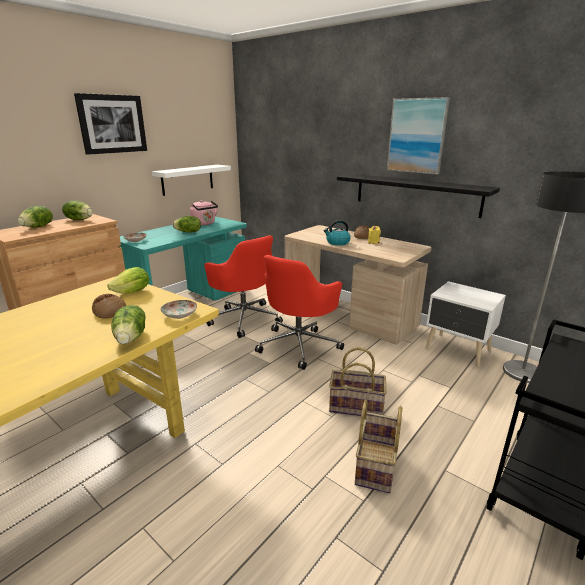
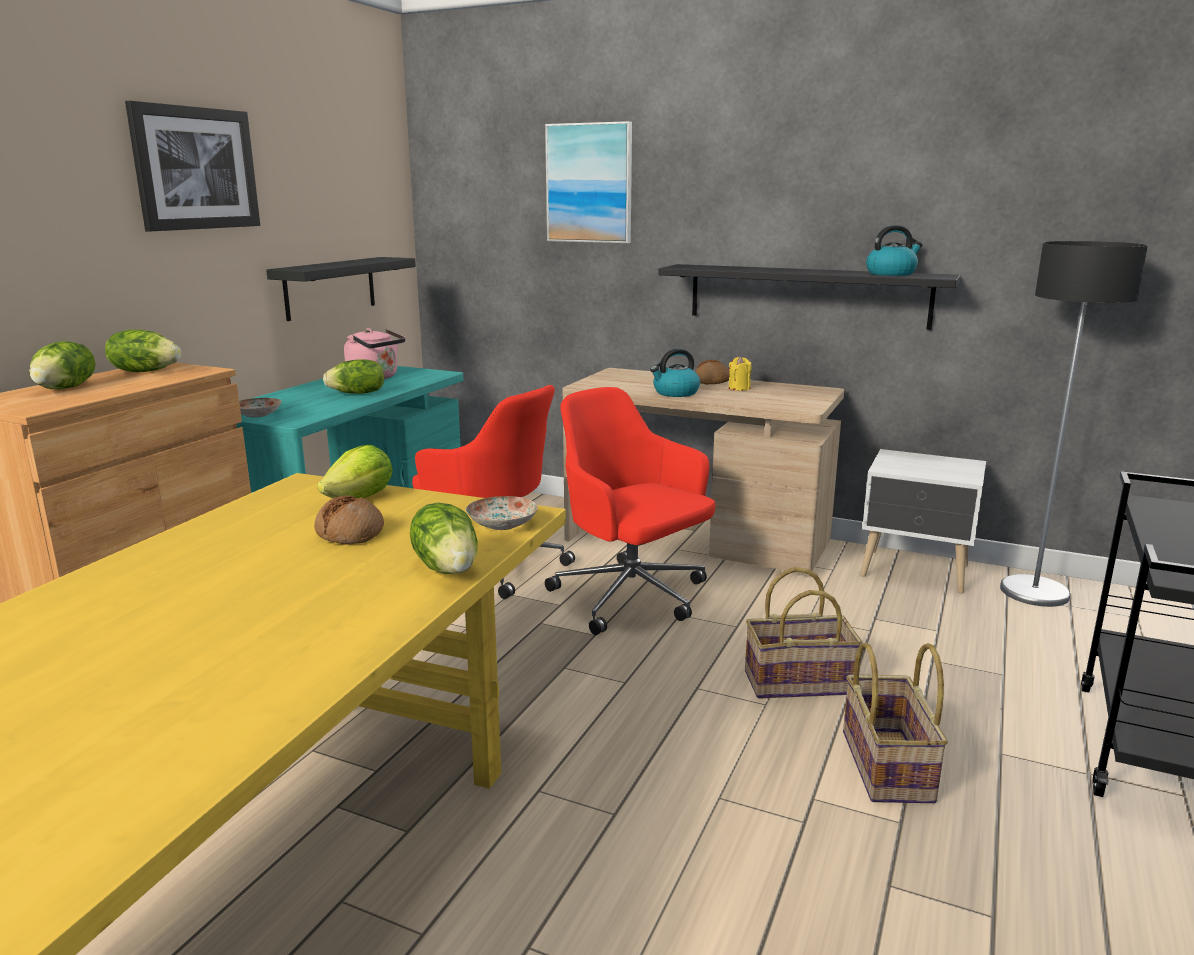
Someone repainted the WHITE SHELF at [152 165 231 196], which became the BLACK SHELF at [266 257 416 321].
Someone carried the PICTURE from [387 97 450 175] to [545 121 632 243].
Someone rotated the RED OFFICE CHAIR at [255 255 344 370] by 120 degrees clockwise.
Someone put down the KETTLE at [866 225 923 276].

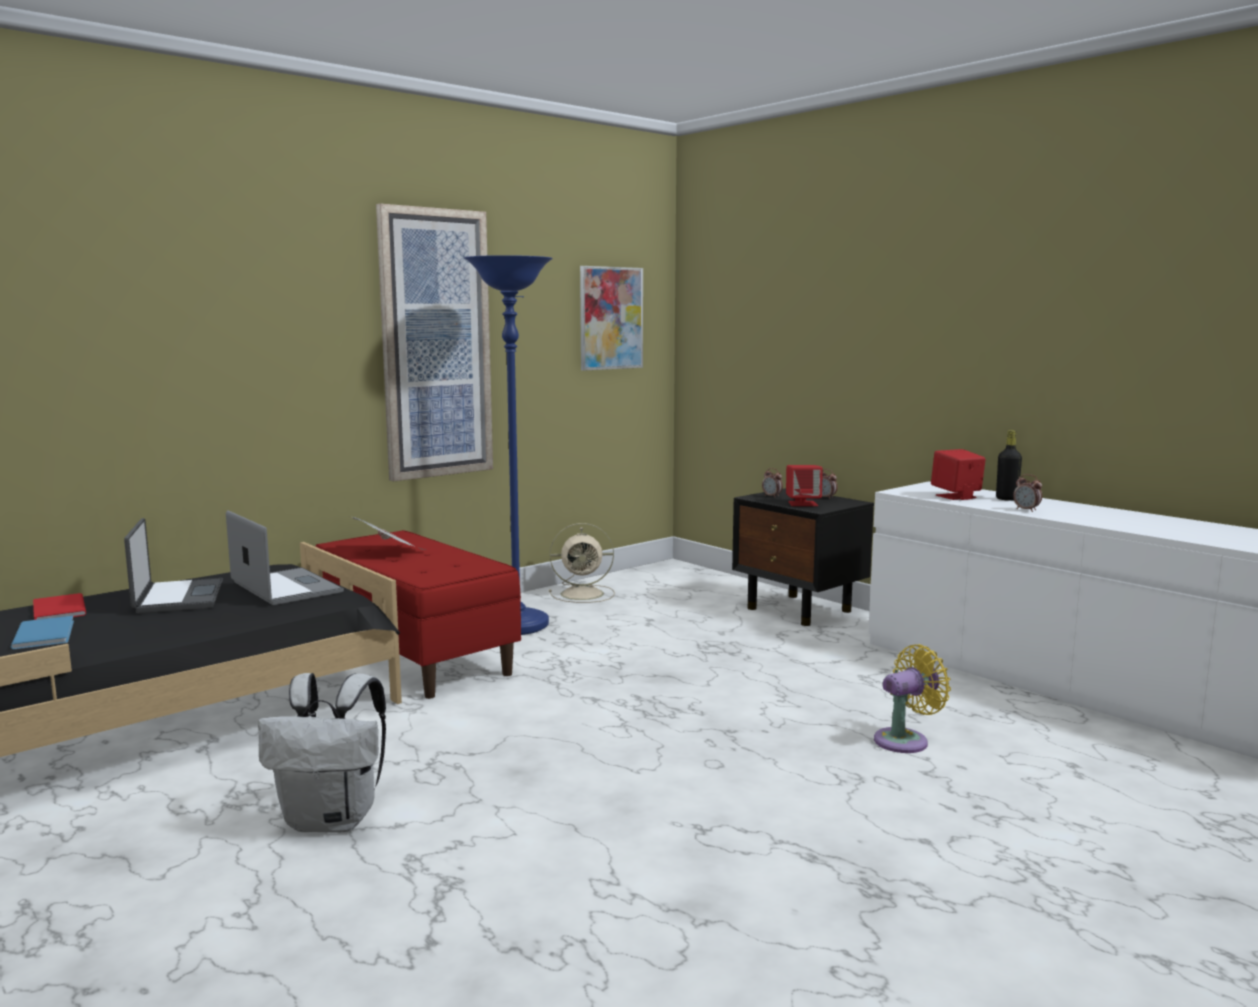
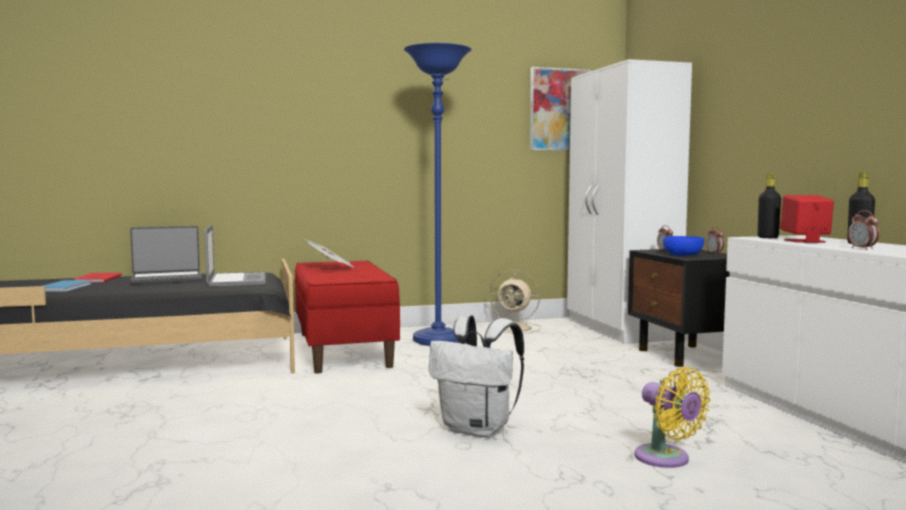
Someone rotated the LAPTOP at [124 518 223 614] by 60 degrees clockwise.
Someone carried the WHITE BACKPACK from [258 673 386 832] to [429 315 524 437].
Someone put down the WHITE WARDROBE at [567 59 692 344].
Someone rotated the YELLOW FAN at [874 644 951 753] by 60 degrees clockwise.
Someone swapped the RED SPEAKER at [786 465 823 506] for the BLUE BOWL at [663 236 704 256].
Someone put down the BLACK BOTTLE at [758 173 781 238].
Someone took away the PICTURE at [376 204 493 481].

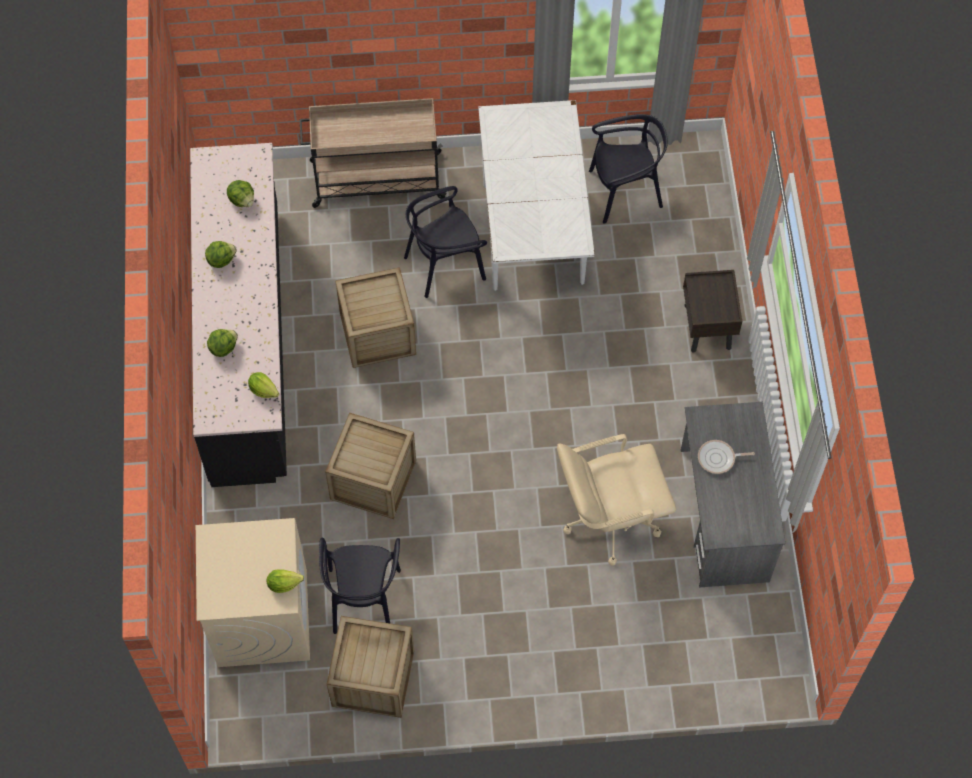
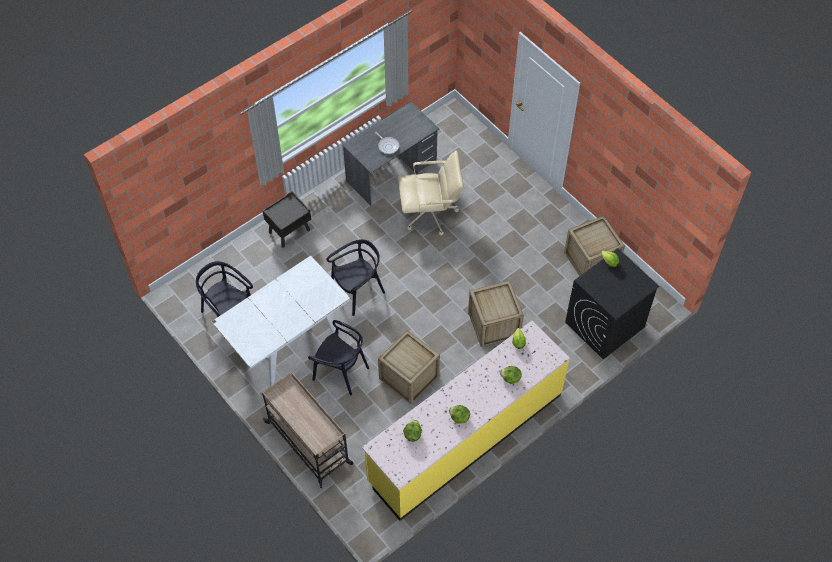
Someone carried the BLACK CHAIR from [319 538 401 634] to [327 239 385 316].
Someone repainted the BLACK COUNTER at [190 143 287 487], which became the YELLOW COUNTER at [362 321 570 521].
Someone rotated the BEIGE OFFICE CHAIR at [557 434 676 566] by 45 degrees counterclockwise.
Someone repainted the BEIGE WASHING MACHINE at [196 518 310 667], which became the BLACK WASHING MACHINE at [565 248 660 359].

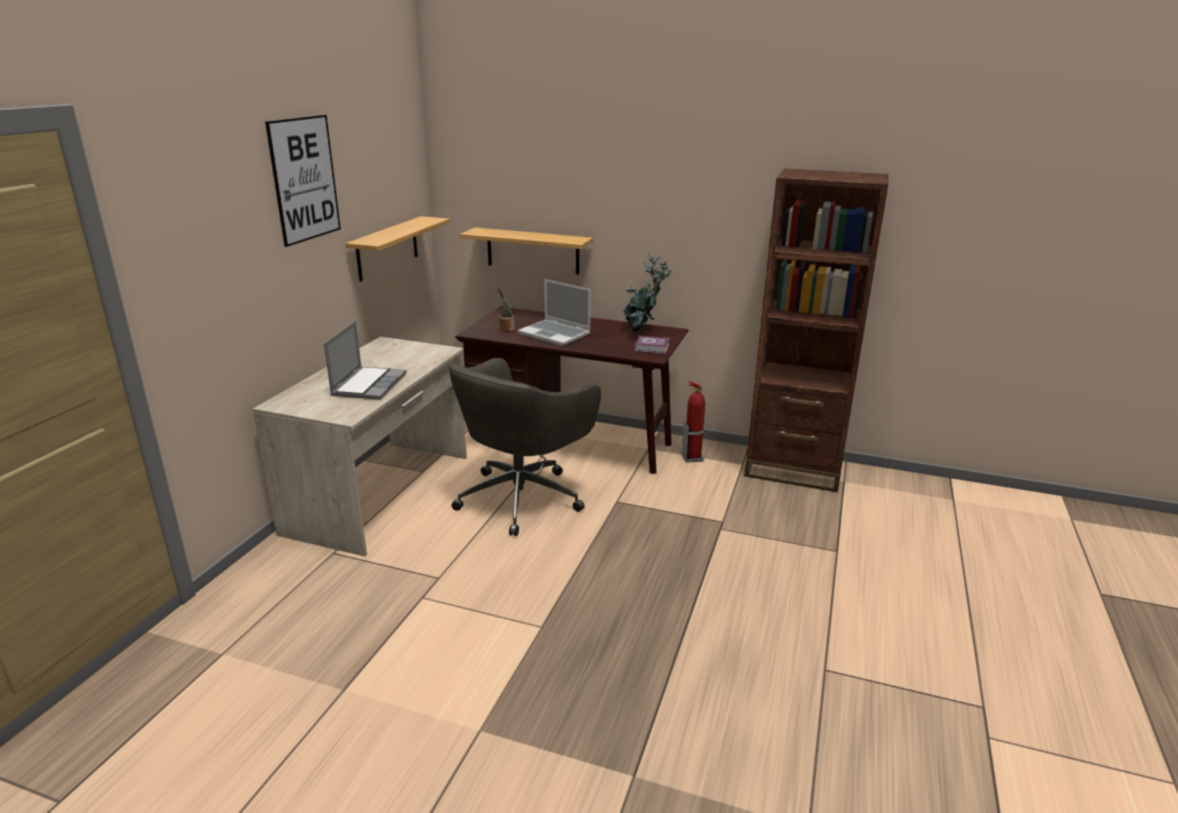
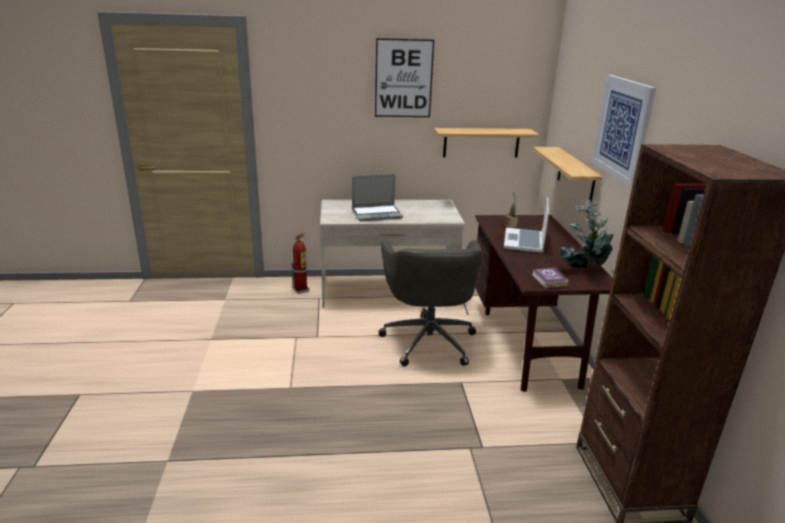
Someone carried the FIRE EXTINGUISHER from [682 381 705 463] to [292 233 309 294].
Someone rotated the GREY OFFICE CHAIR at [448 358 601 536] by 105 degrees counterclockwise.
Someone put up the PICTURE at [592 75 656 187].

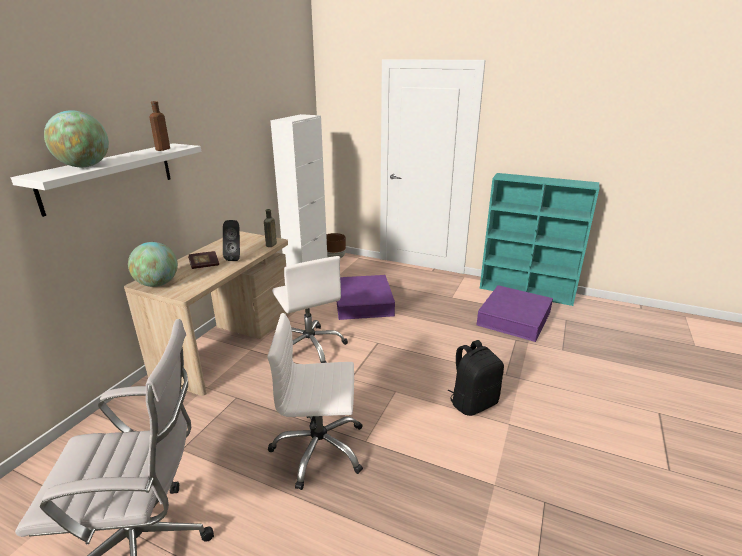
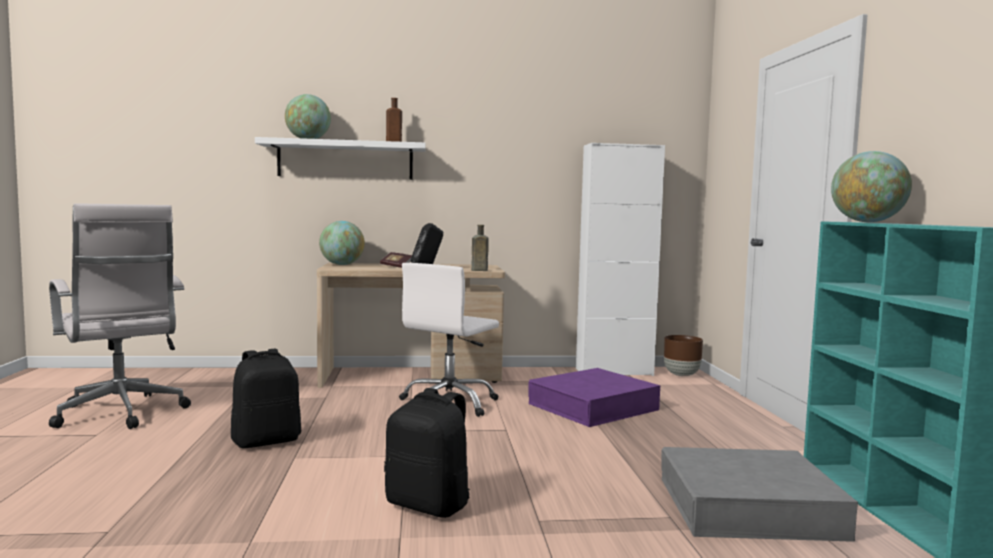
Someone swapped the WHITE OFFICE CHAIR at [267 313 363 490] for the BLACK BACKPACK at [231 349 301 448].
Someone repainted the PURPLE STORAGE BOX at [476 285 553 342], which became the GREY STORAGE BOX at [661 447 858 542].
Someone put down the GLOBE at [831 151 912 222].

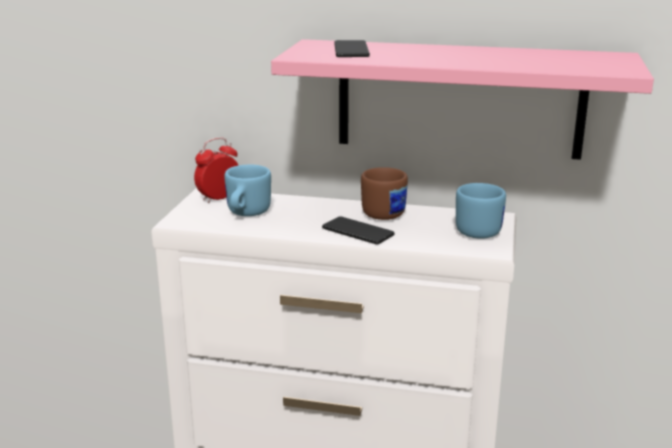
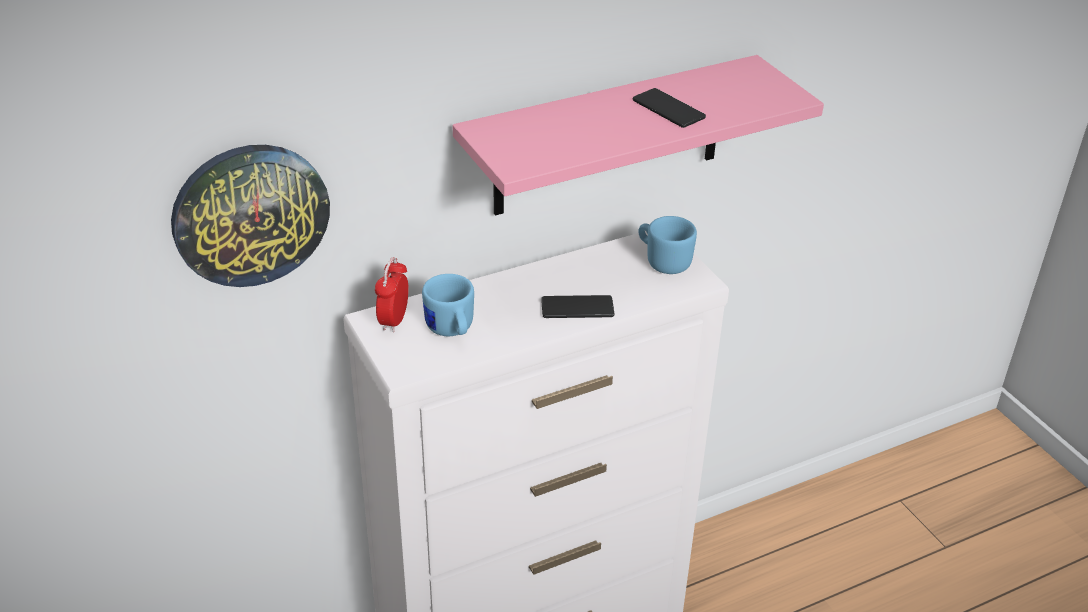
Someone put up the WALL CLOCK at [171 145 330 287].
Someone carried the PHONE from [334 40 370 57] to [633 88 706 128].
Someone took away the BROWN MUG at [361 167 408 220].

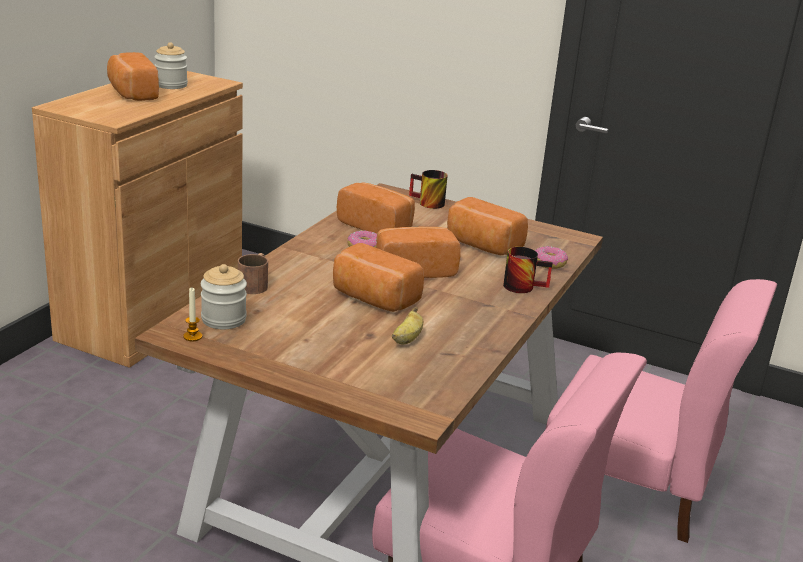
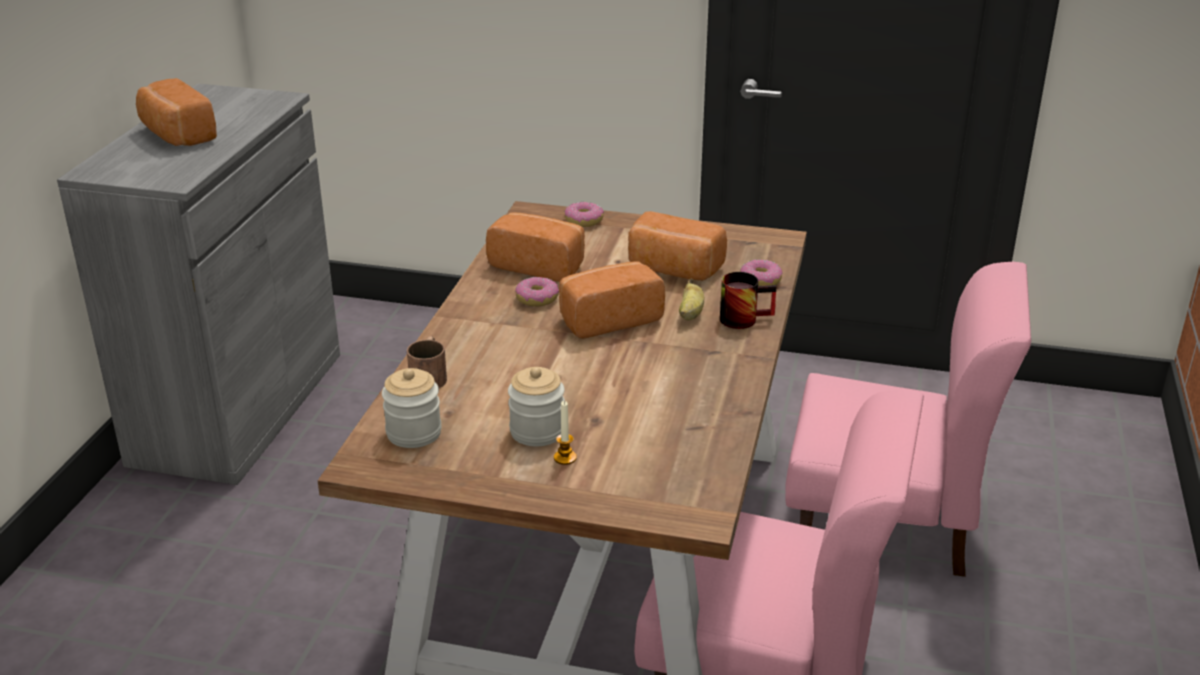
Someone repainted the BROWN CABINET at [32 71 243 368], which became the GREY CABINET at [57 83 340 485].
Someone carried the JAR from [154 42 188 89] to [508 367 565 446].
Someone carried the CANDLE from [183 288 202 341] to [554 401 577 465].
Someone swapped the MUG at [409 170 448 209] for the DONUT at [565 202 604 227].
Someone carried the BANANA from [392 307 423 345] to [679 279 704 320].
Someone took away the BREAD at [333 243 424 312].

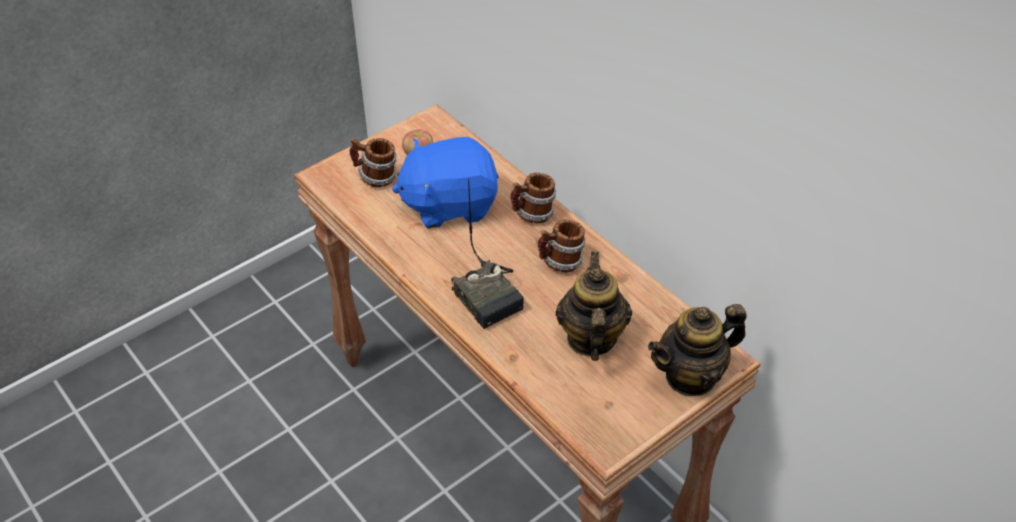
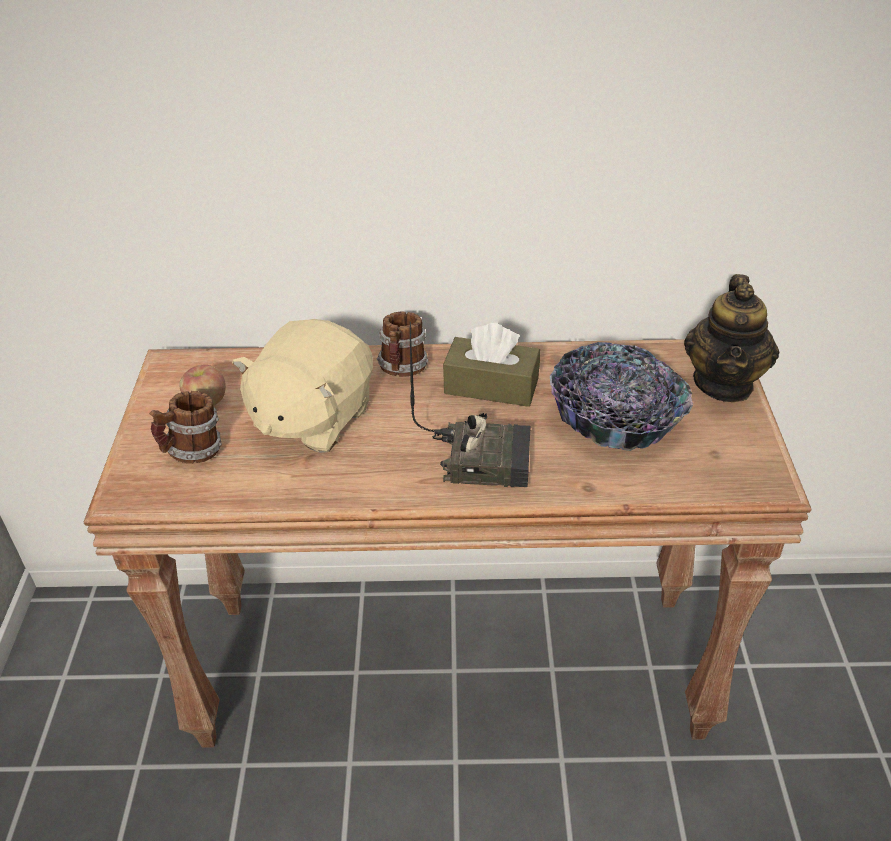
Someone repainted the BLUE PLUSH TOY at [392 137 499 228], which became the BEIGE PLUSH TOY at [232 319 373 453].
Someone swapped the MUG at [538 219 585 272] for the BROWN TISSUE BOX at [443 323 540 407].
Someone swapped the TEAPOT at [556 252 632 361] for the BOWL at [550 342 693 451].

